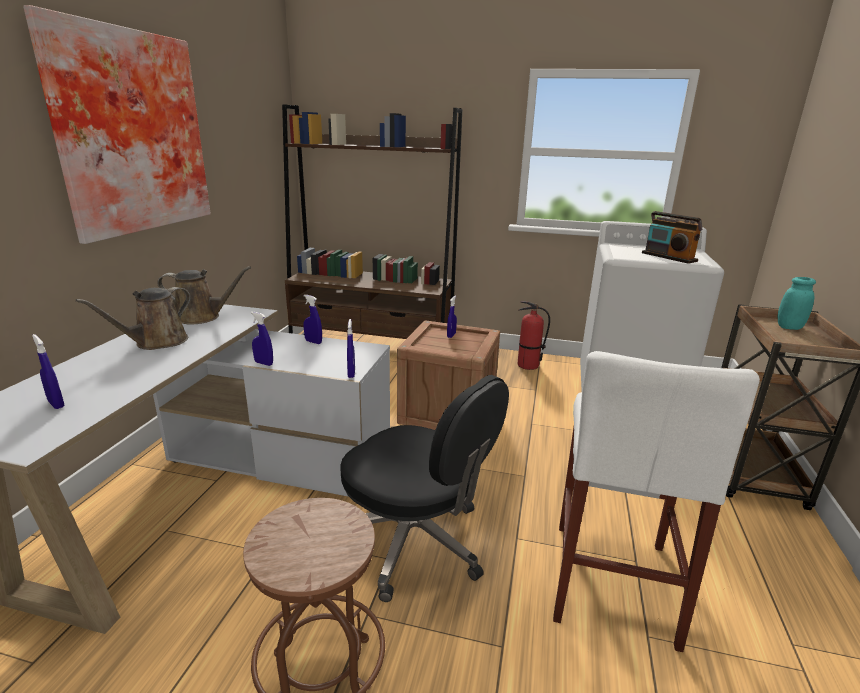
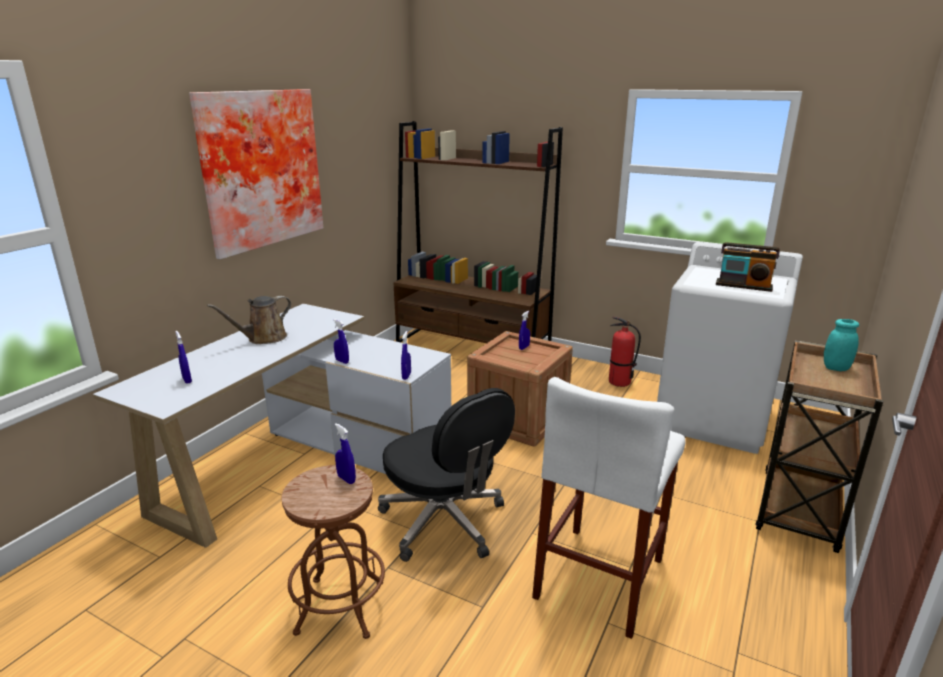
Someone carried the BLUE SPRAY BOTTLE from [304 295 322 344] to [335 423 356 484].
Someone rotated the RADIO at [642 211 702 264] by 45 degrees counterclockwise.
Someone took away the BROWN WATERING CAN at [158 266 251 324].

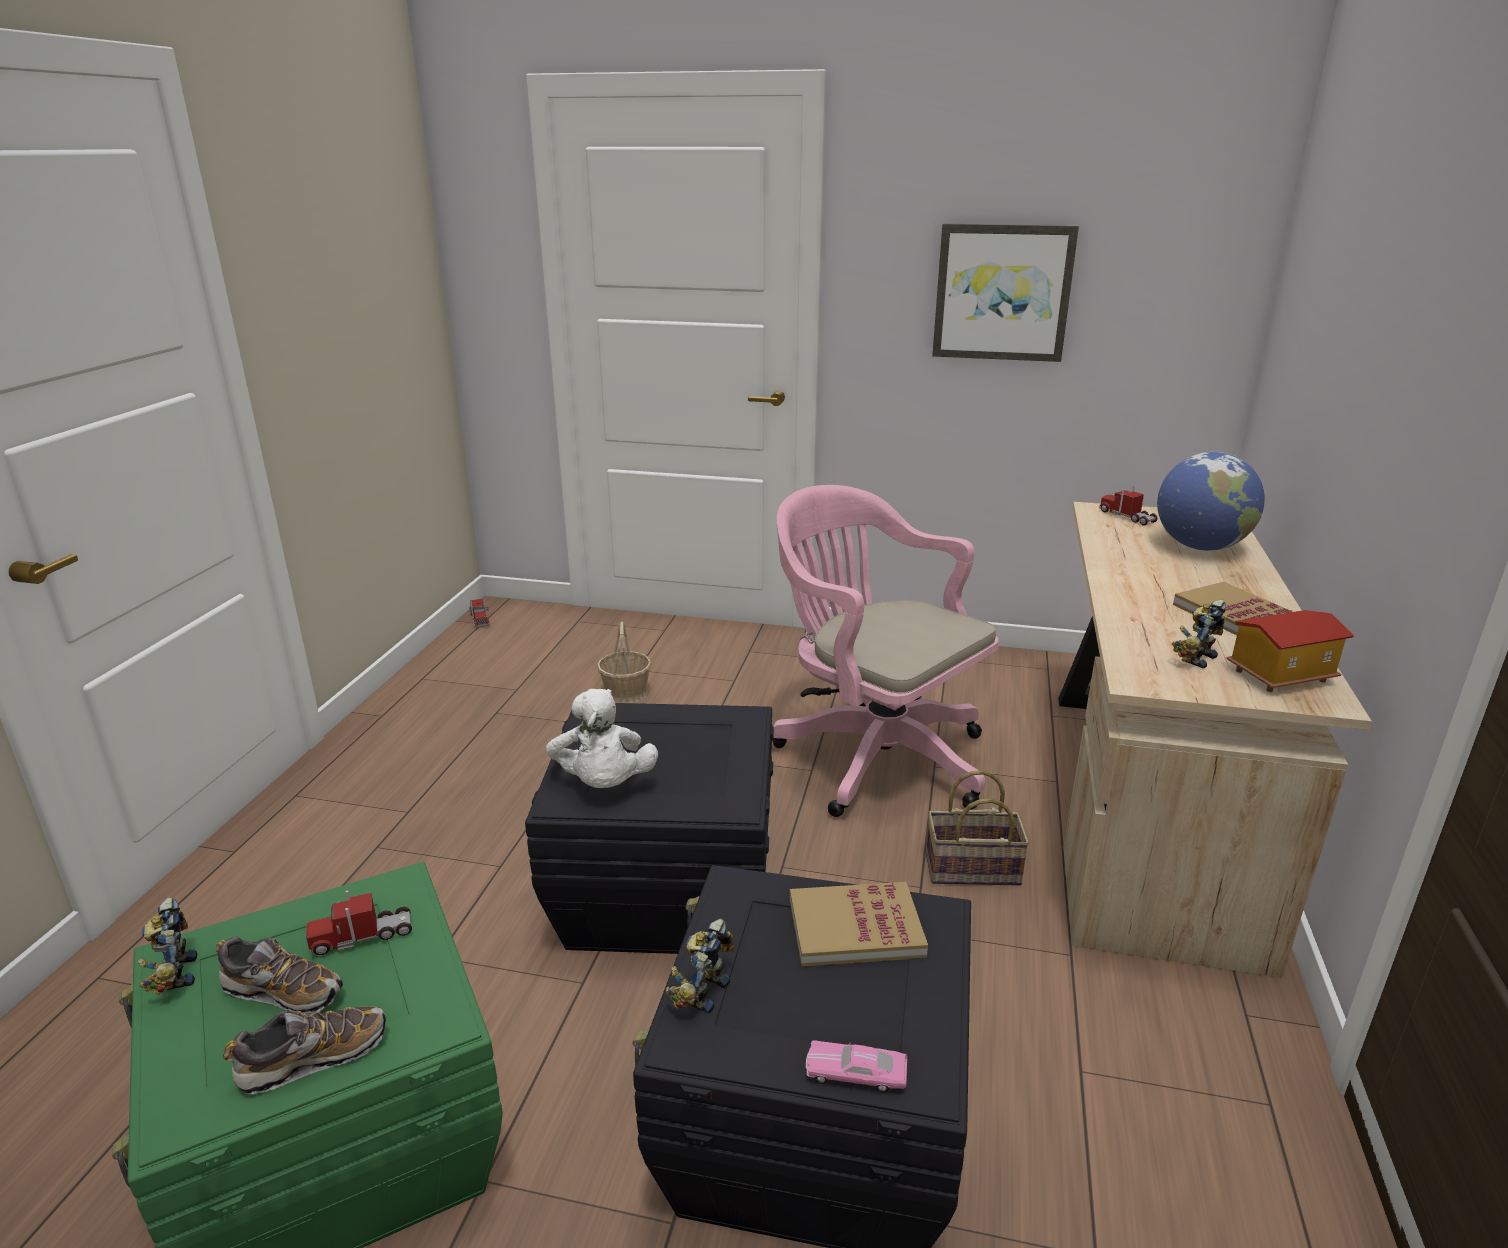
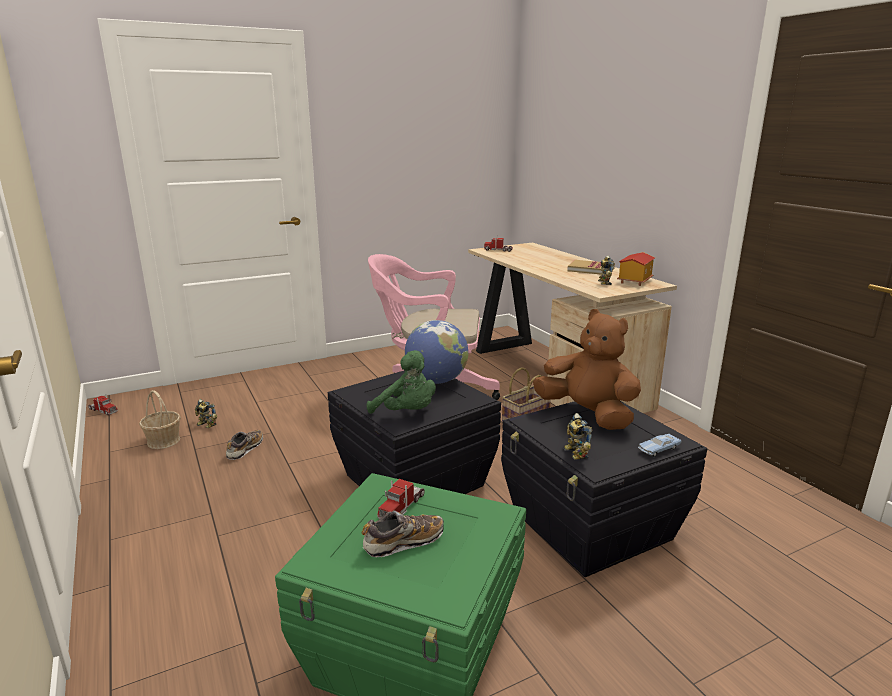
Someone carried the BASKET from [597 621 651 703] to [139 390 181 449].
Someone carried the TOY ROBOT from [138 897 198 995] to [195 399 217 428].
Someone carried the SHOE from [223 1006 386 1095] to [226 430 263 460].
Someone repainted the WHITE PLUSH TOY at [546 689 658 788], which became the GREEN PLUSH TOY at [366 350 436 414].
Someone carried the GLOBE from [1157 452 1265 551] to [405 320 468 384].
Someone swapped the BOOK at [789 882 928 966] for the BROWN PLUSH TOY at [533 309 641 430].
Someone repainted the PINK TOY CAR at [806 1040 907 1093], which became the BLUE TOY CAR at [638 434 682 457].
Someone took away the PICTURE at [932 224 1079 362].

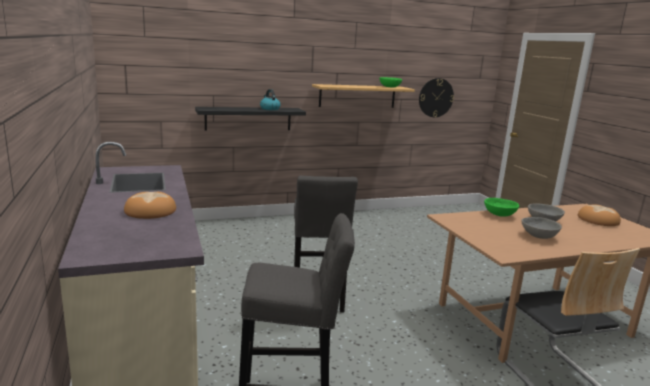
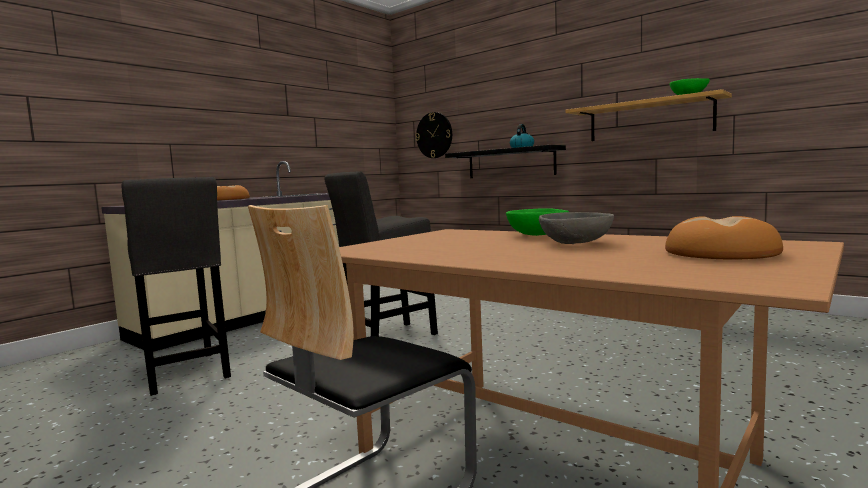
Someone carried the WALL CLOCK from [419 78 454 117] to [415 112 452 158].
Someone took away the GREY BOWL at [521 217 562 239].

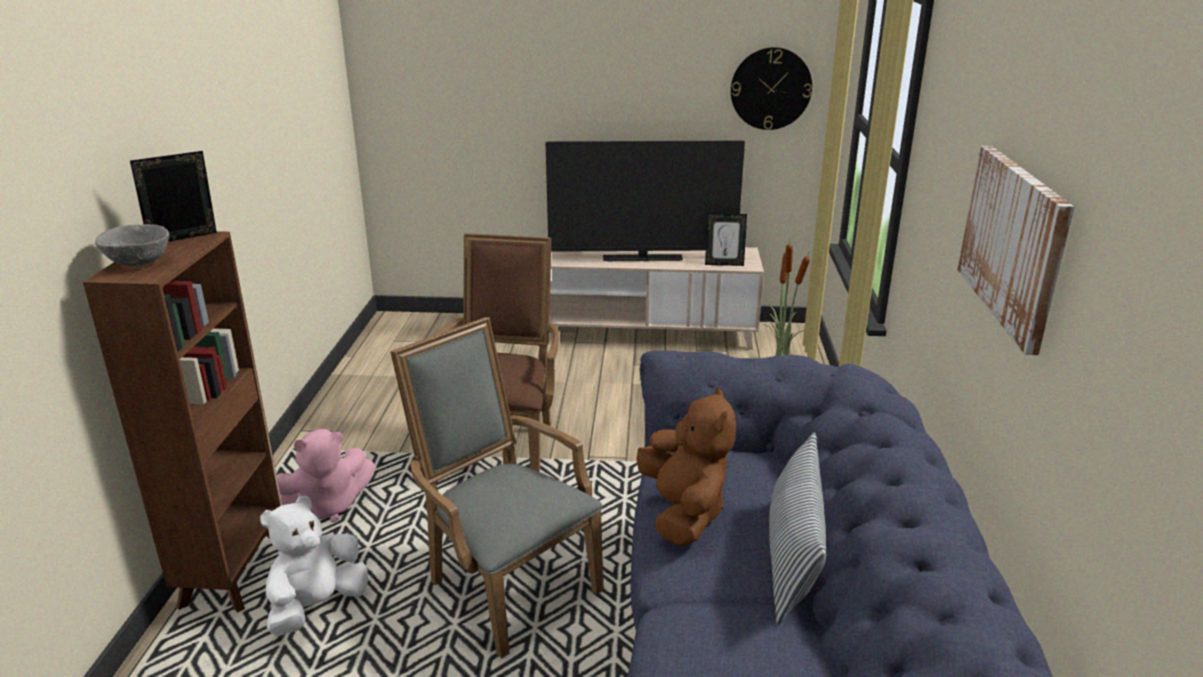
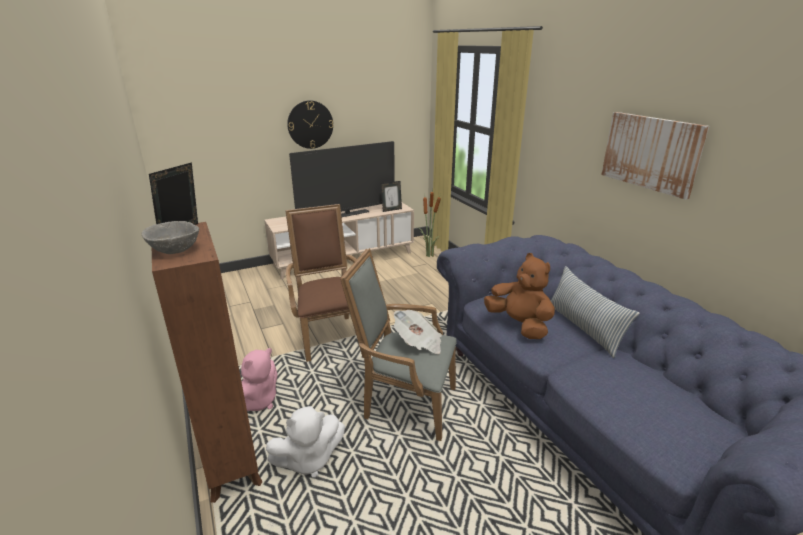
Someone rotated the WHITE PLUSH TOY at [260 496 368 636] by 120 degrees counterclockwise.
Someone carried the WALL CLOCK from [731 47 812 130] to [287 100 334 149].
Someone put down the NEWSPAPER at [394 310 442 354].

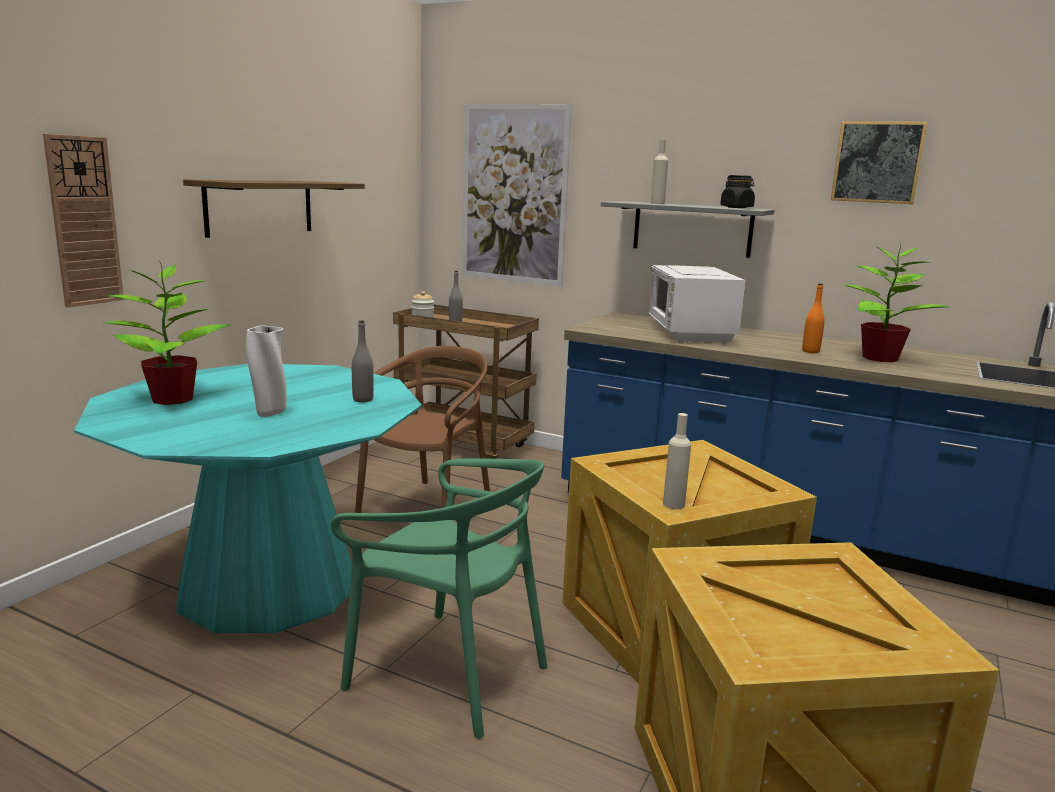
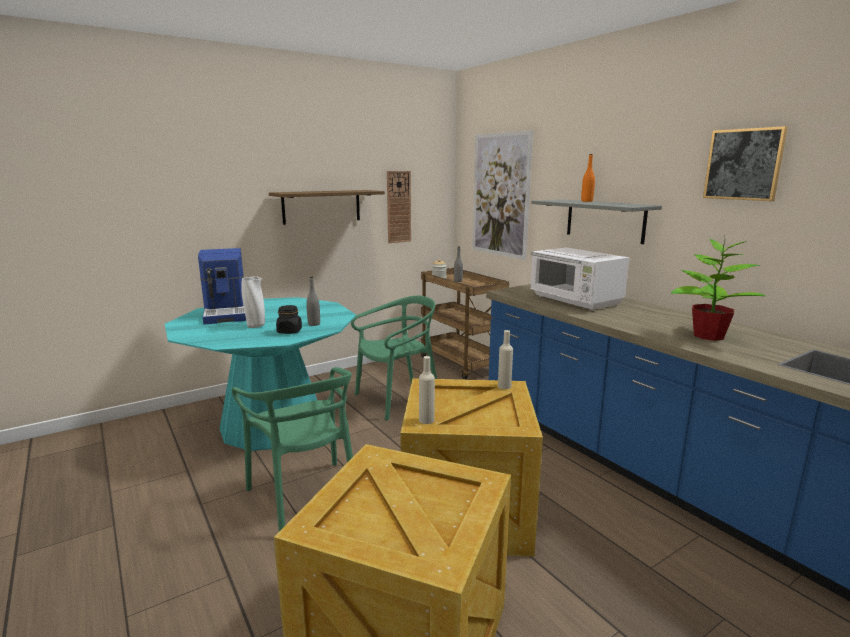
Someone swapped the POTTED PLANT at [104 261 230 405] for the COFFEE MACHINE at [198 248 246 325].
Someone carried the BLACK JAR from [720 175 755 208] to [276 305 302 334].
Someone repainted the BROWN CHAIR at [355 346 490 513], which became the GREEN CHAIR at [351 296 437 420].
Someone carried the WALL CLOCK from [43 134 124 308] to [387 171 411 243].
Someone carried the BEIGE BOTTLE from [651 140 668 204] to [498 330 513 389].
Someone rotated the WHITE MICROWAVE at [649 265 745 344] by 60 degrees counterclockwise.
Someone carried the ORANGE BOTTLE from [802 283 825 353] to [581 154 595 202].

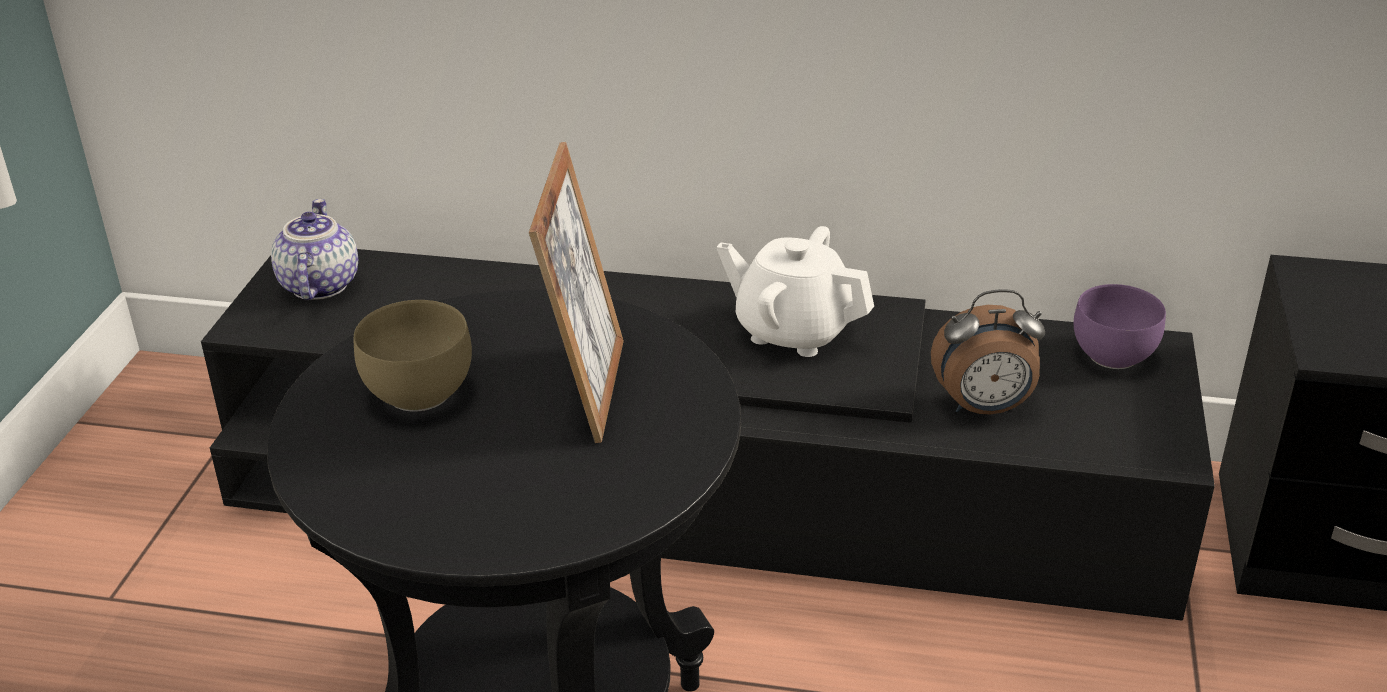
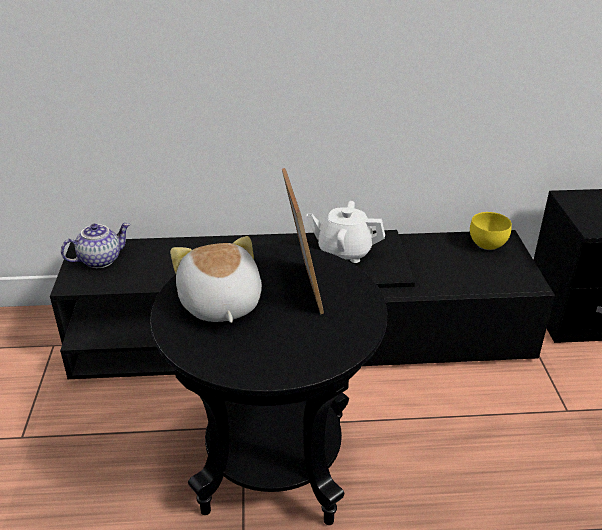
Someone rotated the TEAPOT at [271 199 358 300] by 75 degrees clockwise.
Someone swapped the BROWN BOWL at [354 300 472 412] for the PLUSH TOY at [170 236 262 323].
Someone repainted the PURPLE BOWL at [1074 284 1166 369], which became the YELLOW BOWL at [470 212 512 250].
Someone took away the ALARM CLOCK at [931 289 1045 415].

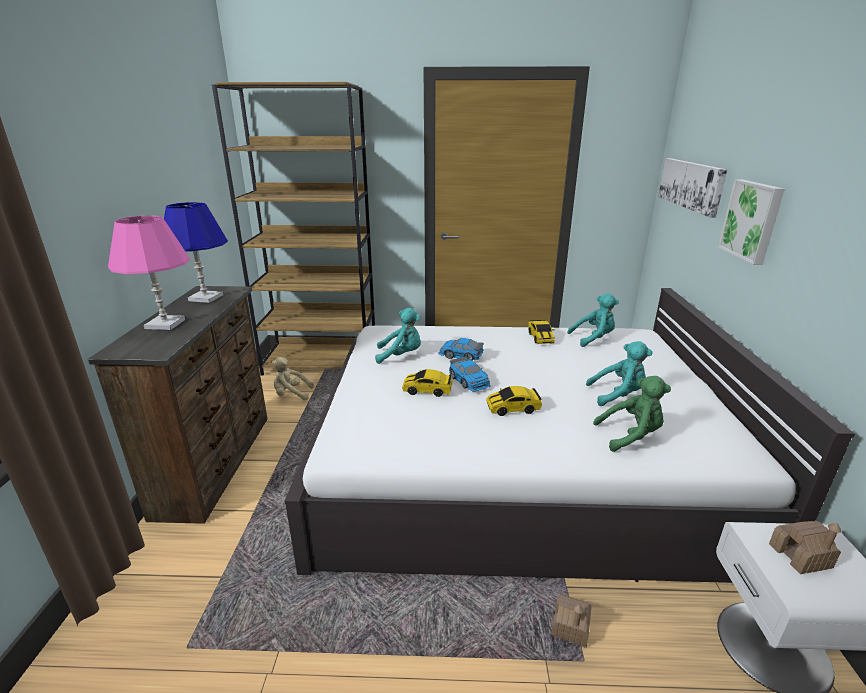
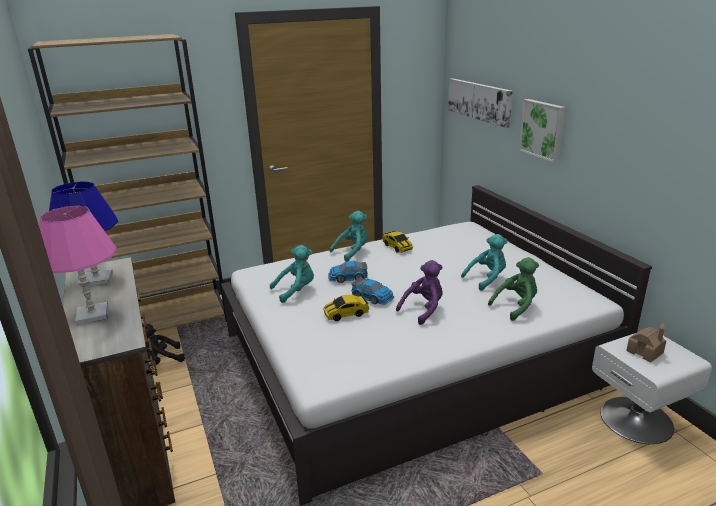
Someone repainted the BEIGE PLUSH TOY at [272 357 314 400], which became the BLACK PLUSH TOY at [145 324 185 365].
Someone carried the TURQUOISE PLUSH TOY from [567 293 619 347] to [330 211 368 262].
Someone swapped the TOY CAR at [486 386 542 416] for the PURPLE PLUSH TOY at [396 260 443 325].
Someone took away the TOY HOUSE at [551 594 592 648].

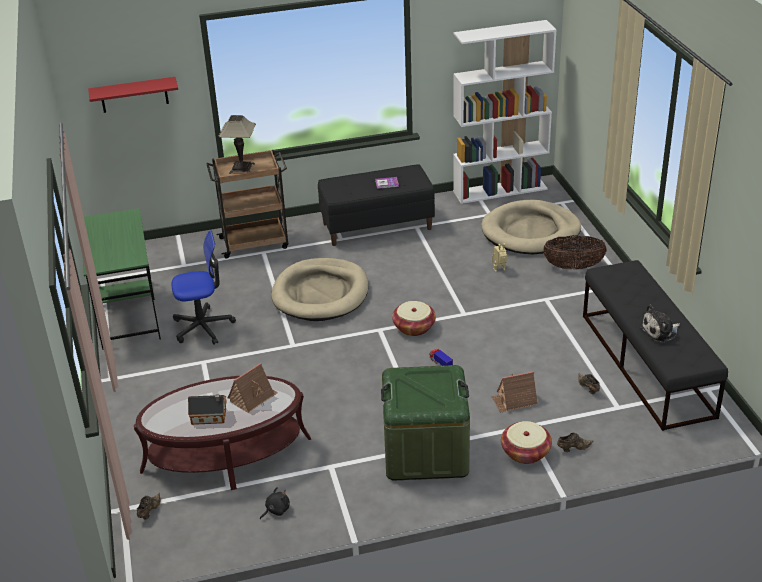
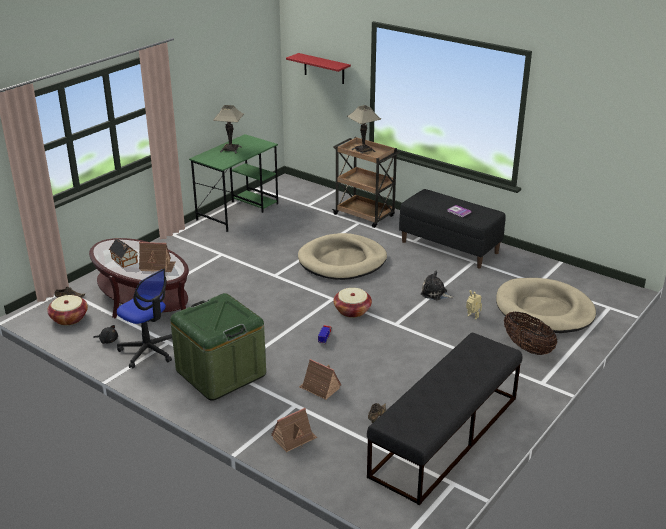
Someone carried the BASKET from [501 421 552 464] to [47 295 88 325].
Someone carried the OFFICE CHAIR from [172 230 236 345] to [117 268 172 369].
Someone put down the TABLE LAMP at [213 105 244 154].
Someone swapped the BROWN SHOE at [557 433 593 452] for the TOY HOUSE at [271 408 317 452].
Someone carried the PLUSH TOY from [640 304 680 343] to [420 271 454 300].
Someone took away the WHITE BOOKCASE at [453 20 557 204].

